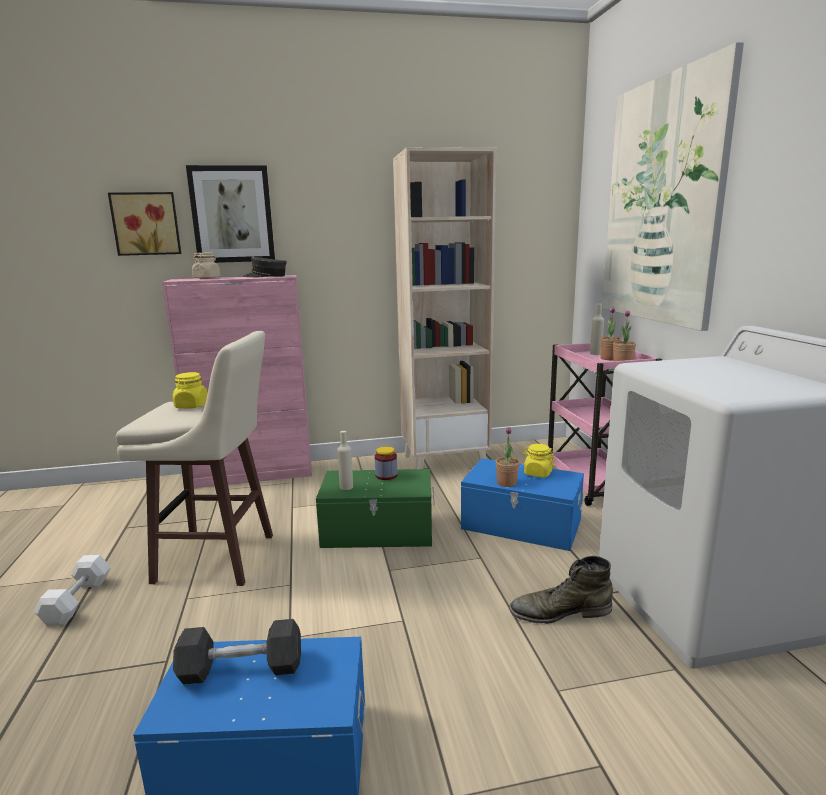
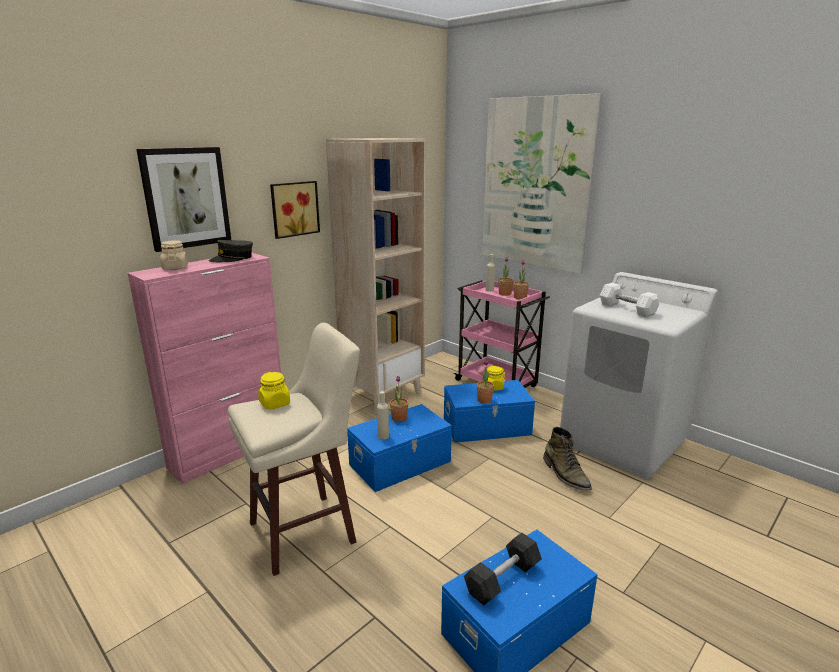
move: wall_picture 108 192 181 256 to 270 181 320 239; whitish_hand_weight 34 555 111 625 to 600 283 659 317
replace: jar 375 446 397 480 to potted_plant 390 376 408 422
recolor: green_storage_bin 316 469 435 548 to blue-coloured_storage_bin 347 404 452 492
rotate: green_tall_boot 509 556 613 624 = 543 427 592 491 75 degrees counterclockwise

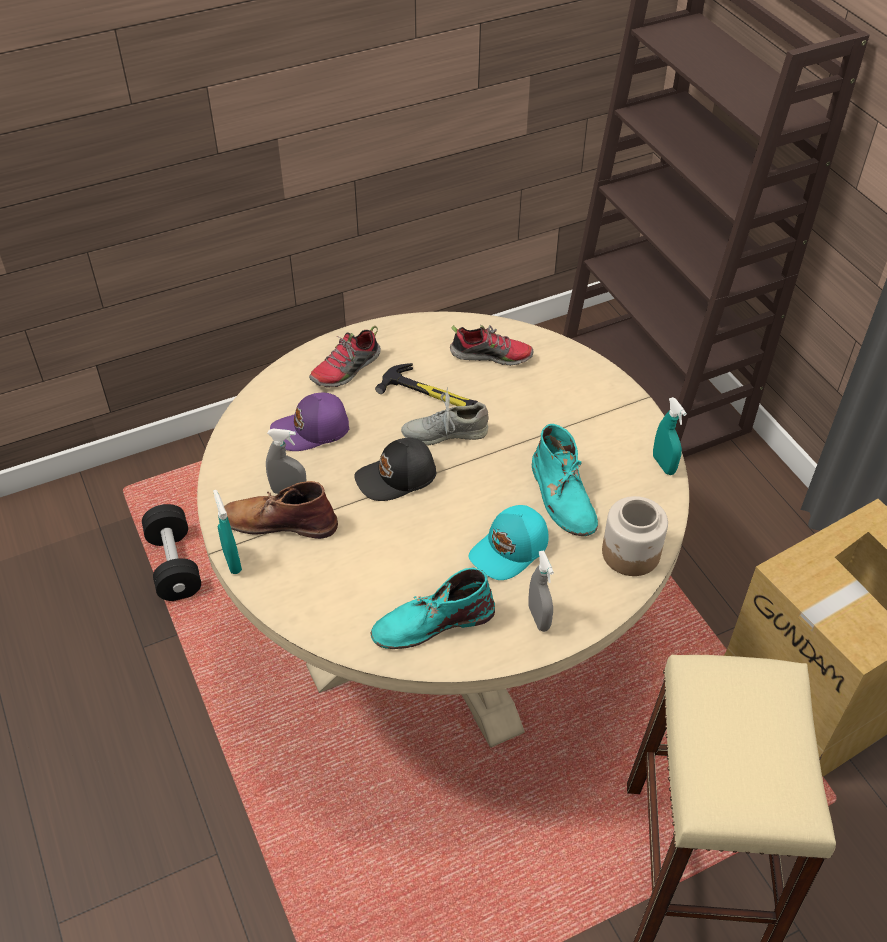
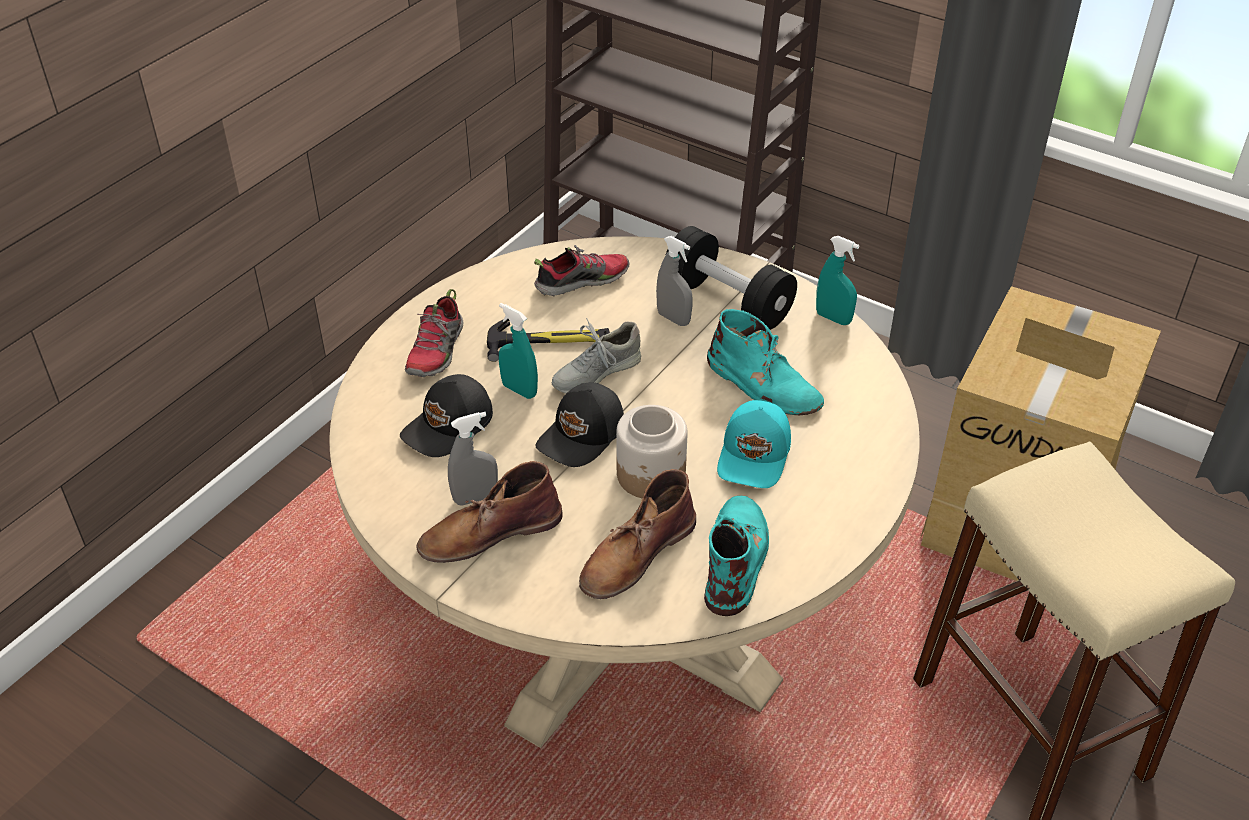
insert: brown-coloured_tall_boot 579 469 696 599
move: turquoise_hand_sprayer 213 490 242 574 to 499 303 538 399; jar 602 496 668 576 to 616 405 687 498; black_hand_weight 142 504 201 601 to 665 226 797 330; grey_hand_sprayer 528 550 554 632 to 656 236 693 326
recolor: purplish_baseball_cap 270 393 349 451 to black_baseball_cap 400 374 493 457
rotate: turquoise_tall_boot 370 568 495 649 = 704 496 769 616 150 degrees clockwise

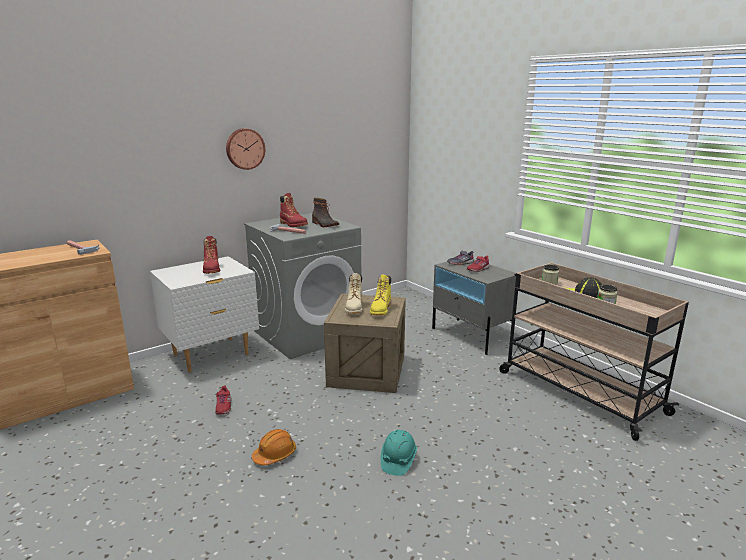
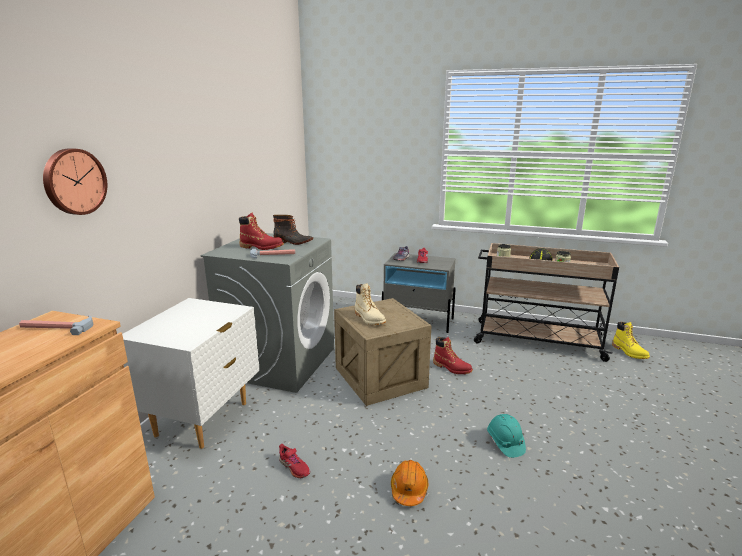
move: hanging_clock 226 128 265 170 to 43 148 107 215; reddish_tall_boot 203 236 220 274 to 433 337 473 374; yellow_tall_boot 370 275 391 315 to 612 322 650 359

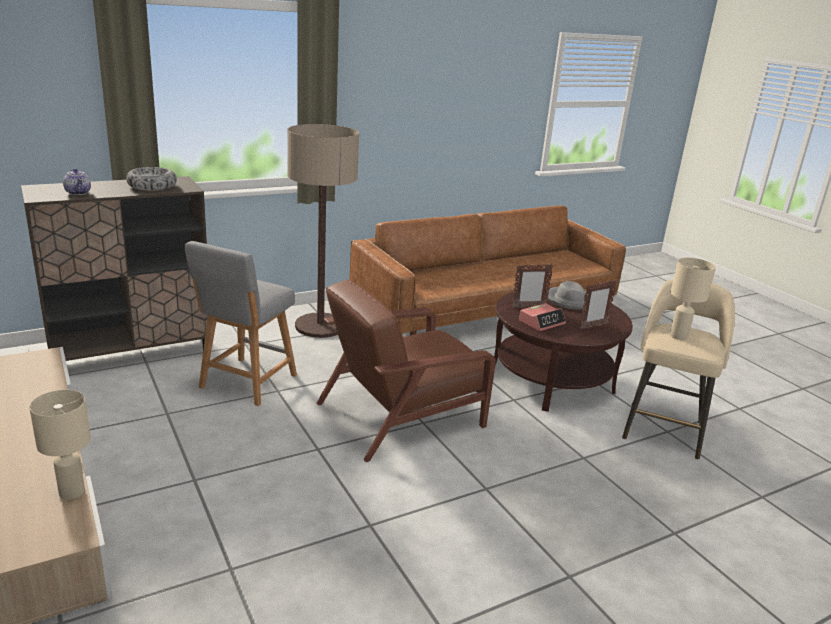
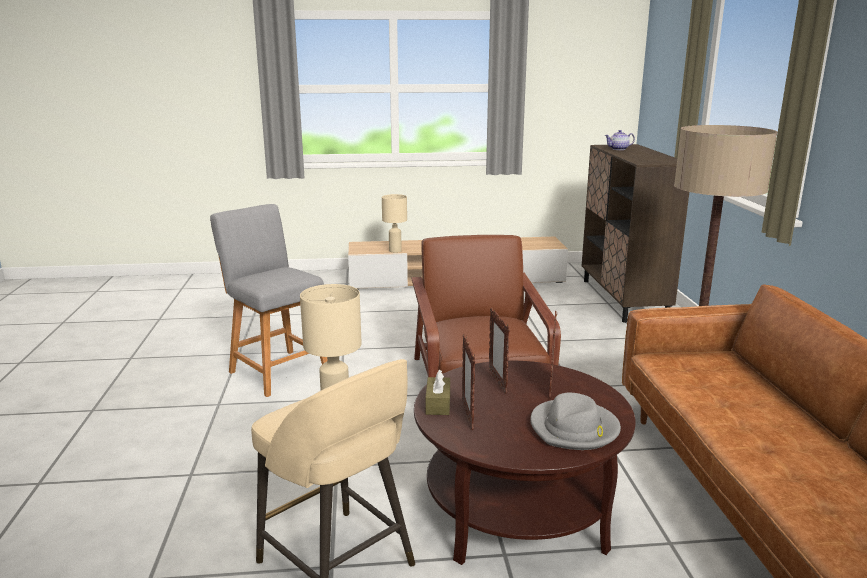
delete: serving_bowl 126 167 177 191
insert: brown-coloured_tissue_box 426 370 450 415
move: grey_sitting_stool 185 241 297 406 to 210 204 327 397
replace: table_clock 519 303 566 331 to photo_frame 489 308 510 394

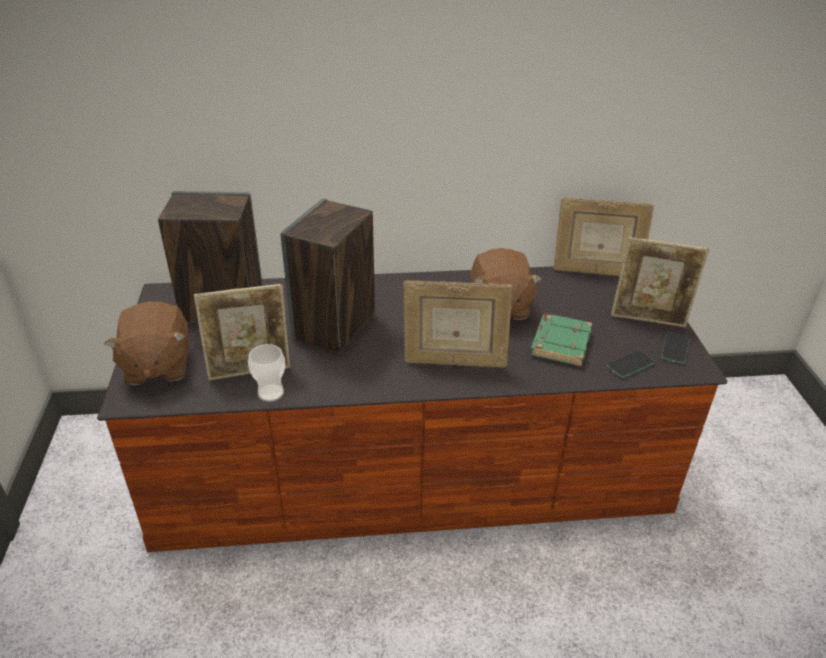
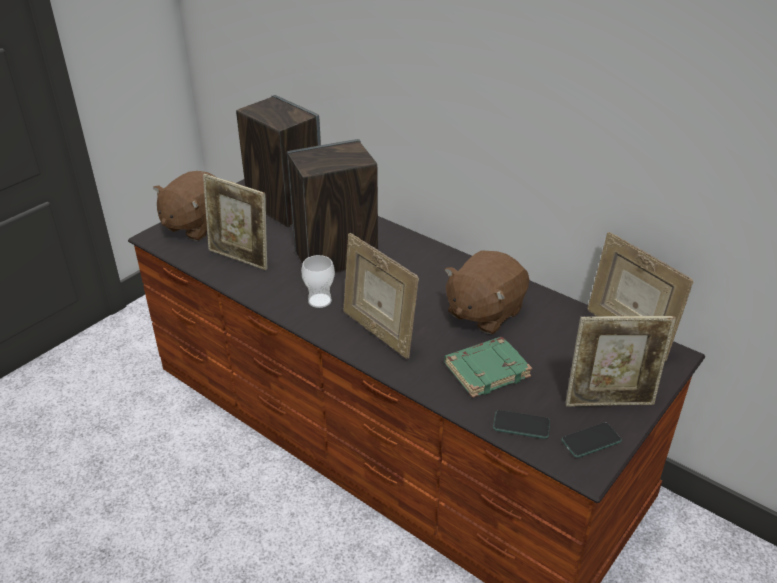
move: small_cup 248 344 285 402 to 301 255 335 308
rotate: photo_frame 611 237 709 327 = 565 315 676 407 60 degrees counterclockwise

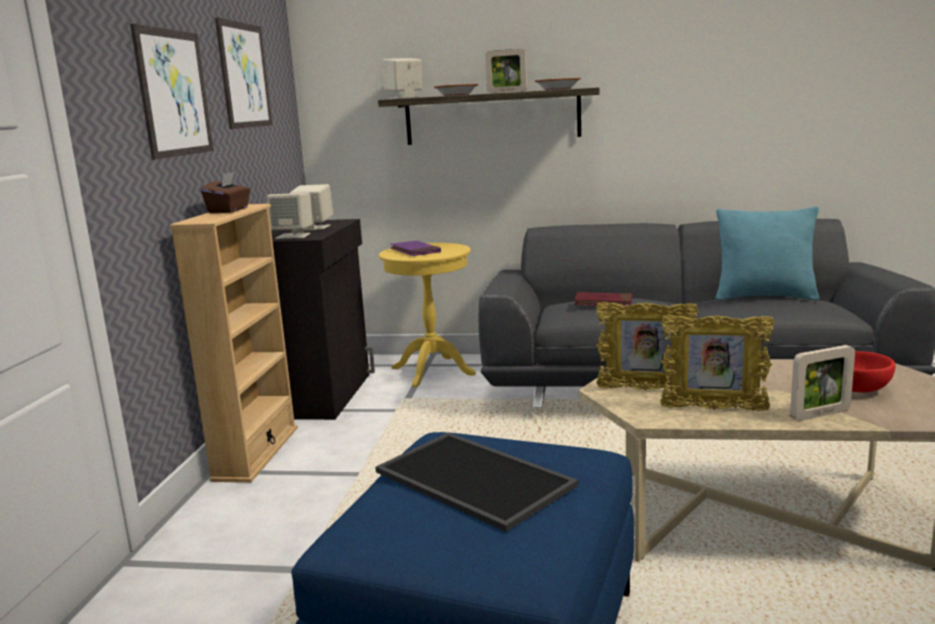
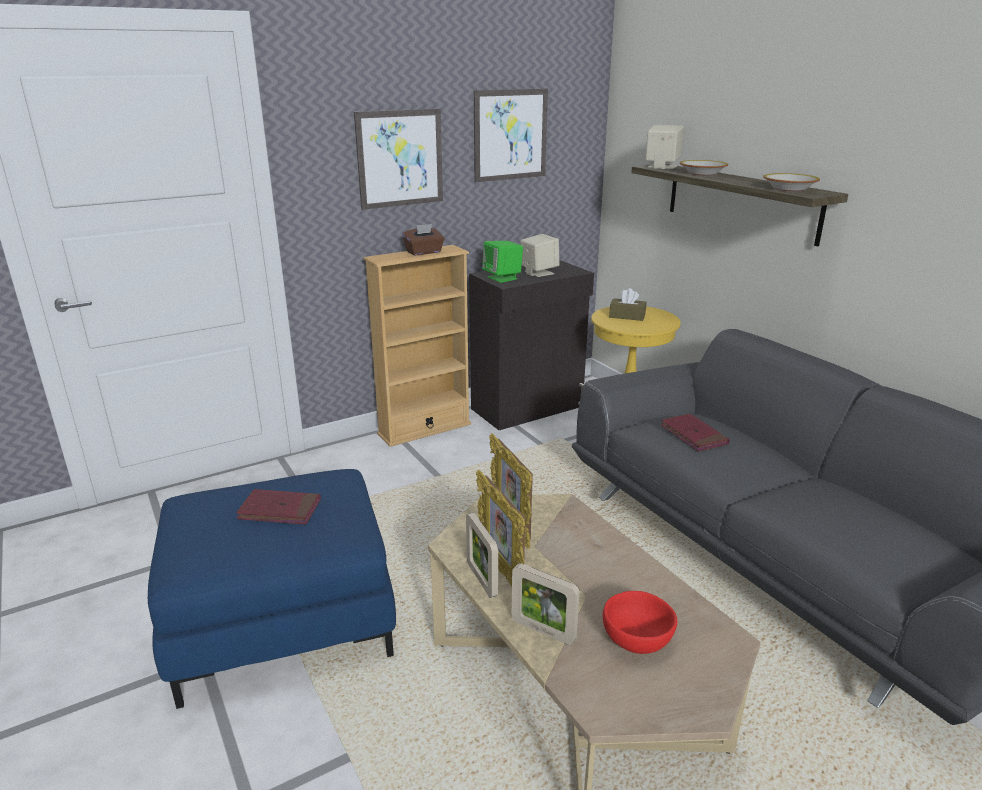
delete: turquoise_throw_pillow 715 207 819 300
move: photo_frame 485 49 527 93 to 466 512 498 598
replace: purplish_volume 390 241 441 256 to brown-coloured_tissue_box 609 288 646 321; carrying_tray 375 433 578 532 to reddish_volume 236 489 321 525
recolor: beige_speaker 267 193 313 239 to green_speaker 482 241 523 283

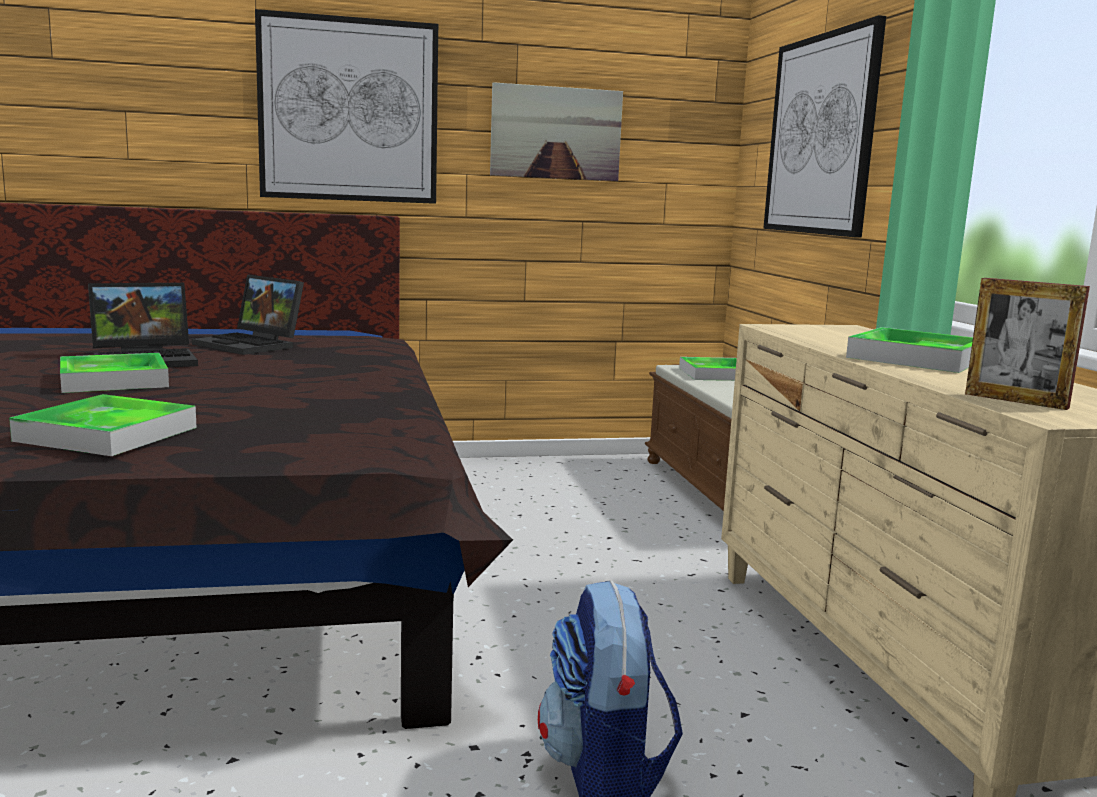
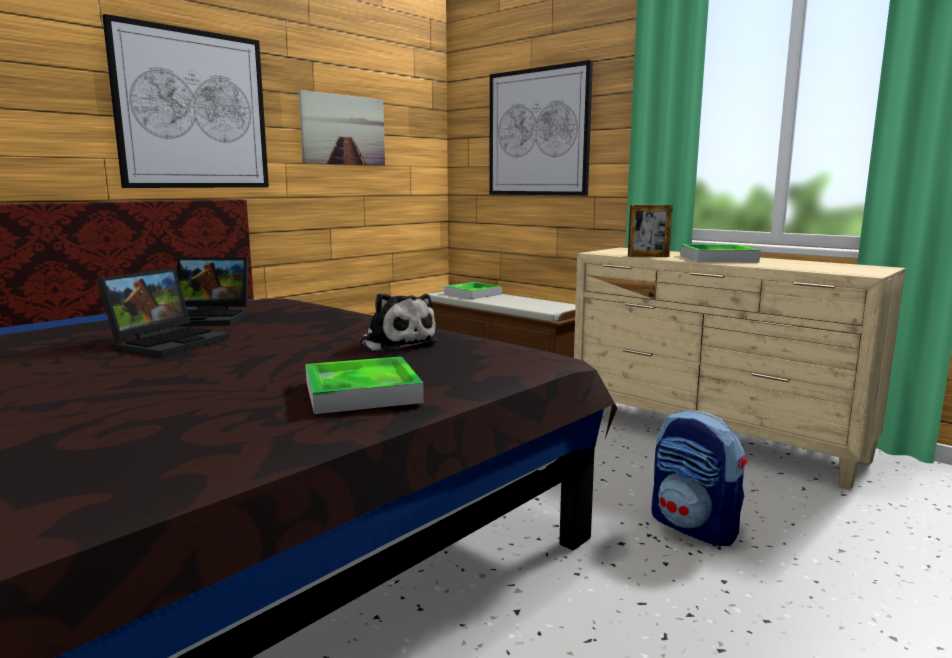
delete: carrying_tray 60 353 169 393
insert: cuddly_toy 360 293 438 352
move: photo_frame 965 278 1090 410 to 628 205 673 257

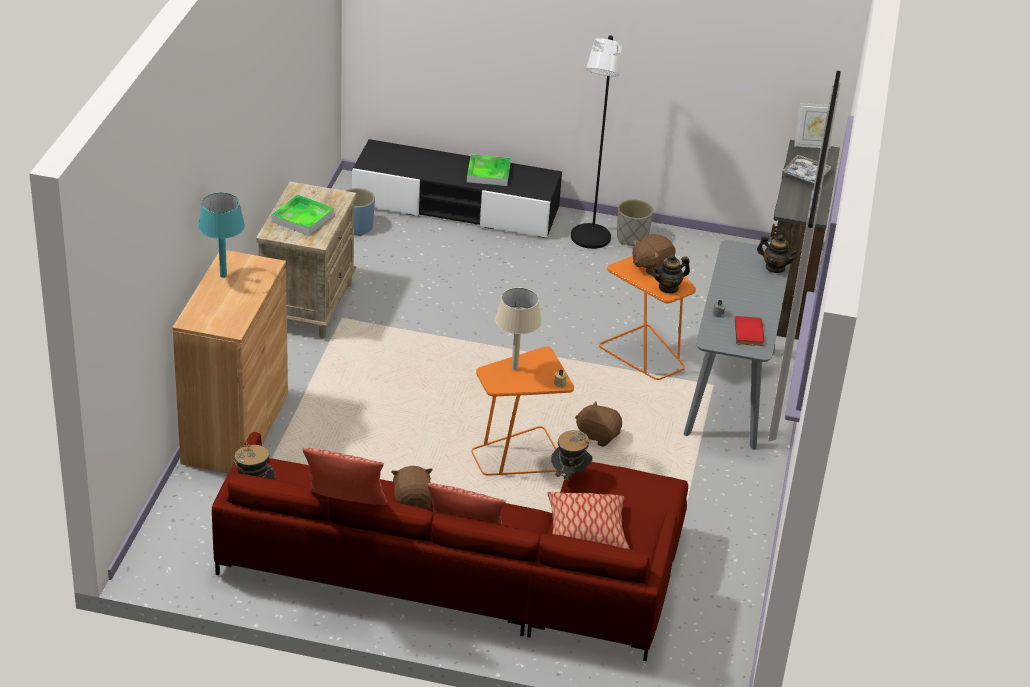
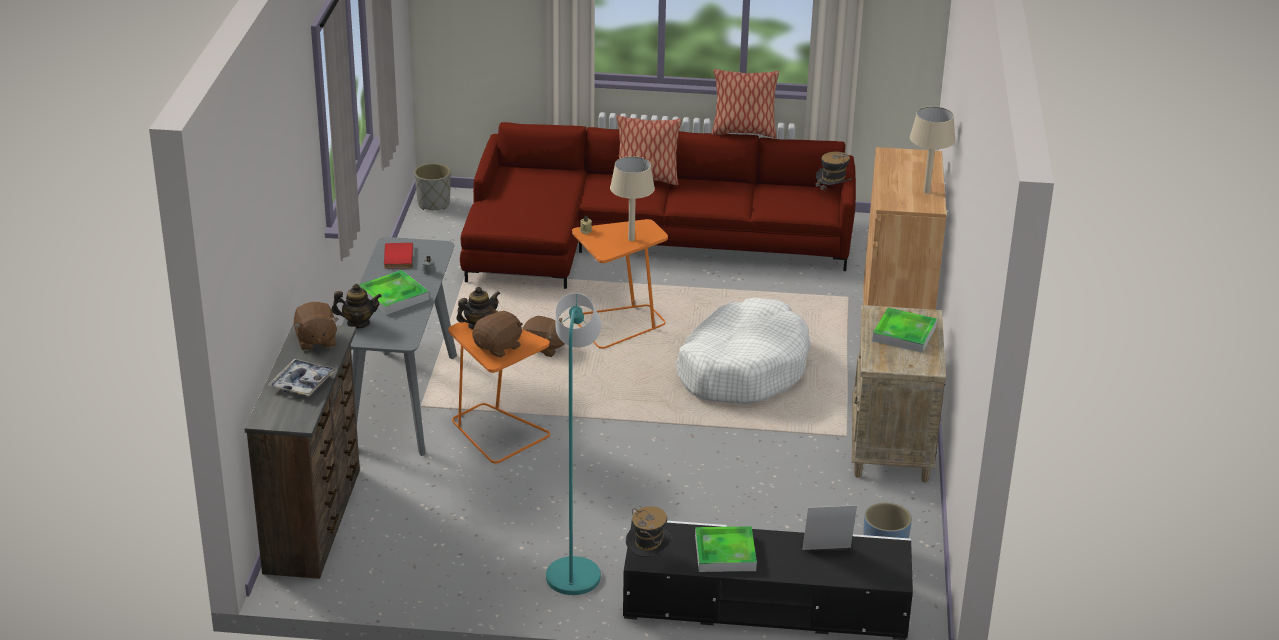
delete: throw_pillow 548 492 630 549
insert: carrying_tray 359 270 429 315; whitish_dog_cushion 676 297 811 404
move: photo_frame 794 103 837 149 to 803 505 857 550; grey_plant_pot 617 199 653 246 to 414 163 451 210; hat 551 430 593 480 to 626 506 672 557; brown-coloured_cuddly_toy 391 466 433 509 to 294 302 339 351
recolor: black_standard_lamp 571 35 622 249 to turquoise_standard_lamp 546 293 601 595; turquoise_lamp_for_a_table 198 192 245 278 to beige_lamp_for_a_table 910 106 956 193
rotate: teapot 757 235 799 273 = 331 284 382 329 150 degrees clockwise

